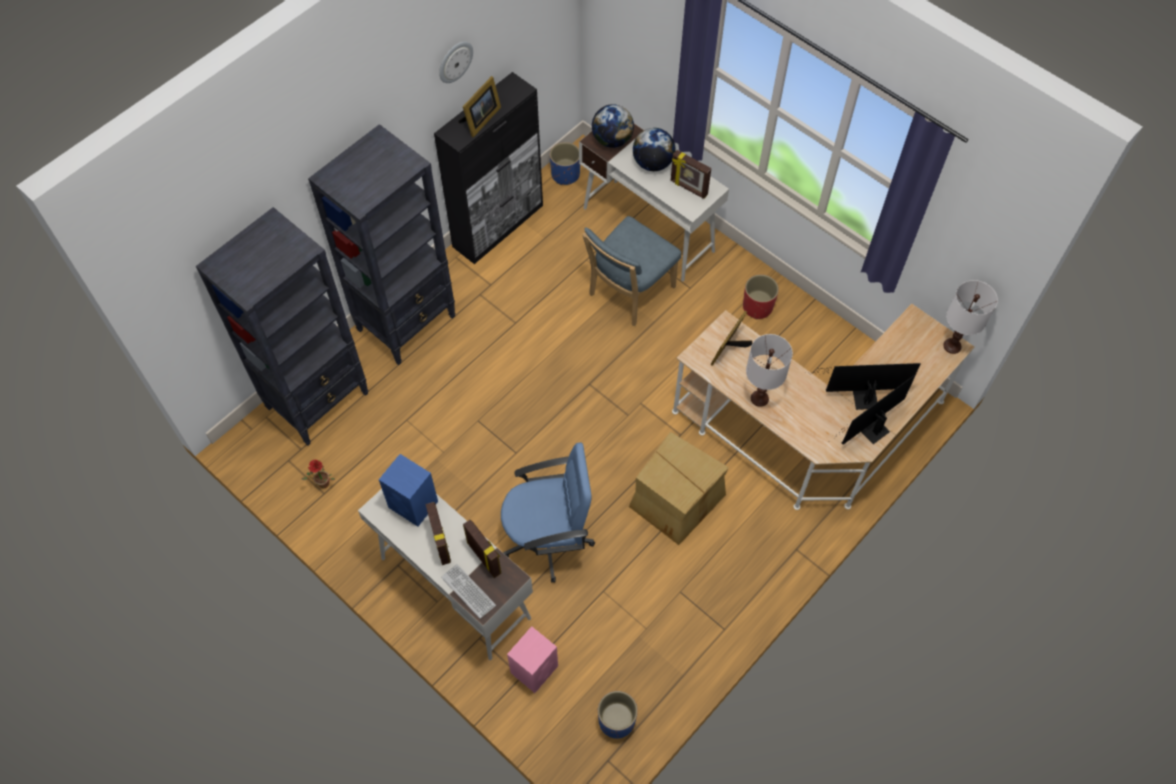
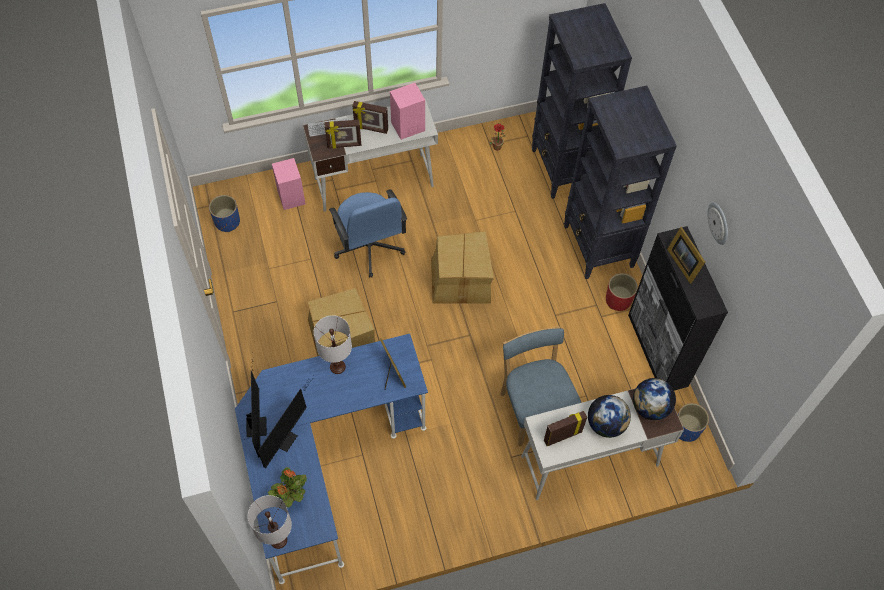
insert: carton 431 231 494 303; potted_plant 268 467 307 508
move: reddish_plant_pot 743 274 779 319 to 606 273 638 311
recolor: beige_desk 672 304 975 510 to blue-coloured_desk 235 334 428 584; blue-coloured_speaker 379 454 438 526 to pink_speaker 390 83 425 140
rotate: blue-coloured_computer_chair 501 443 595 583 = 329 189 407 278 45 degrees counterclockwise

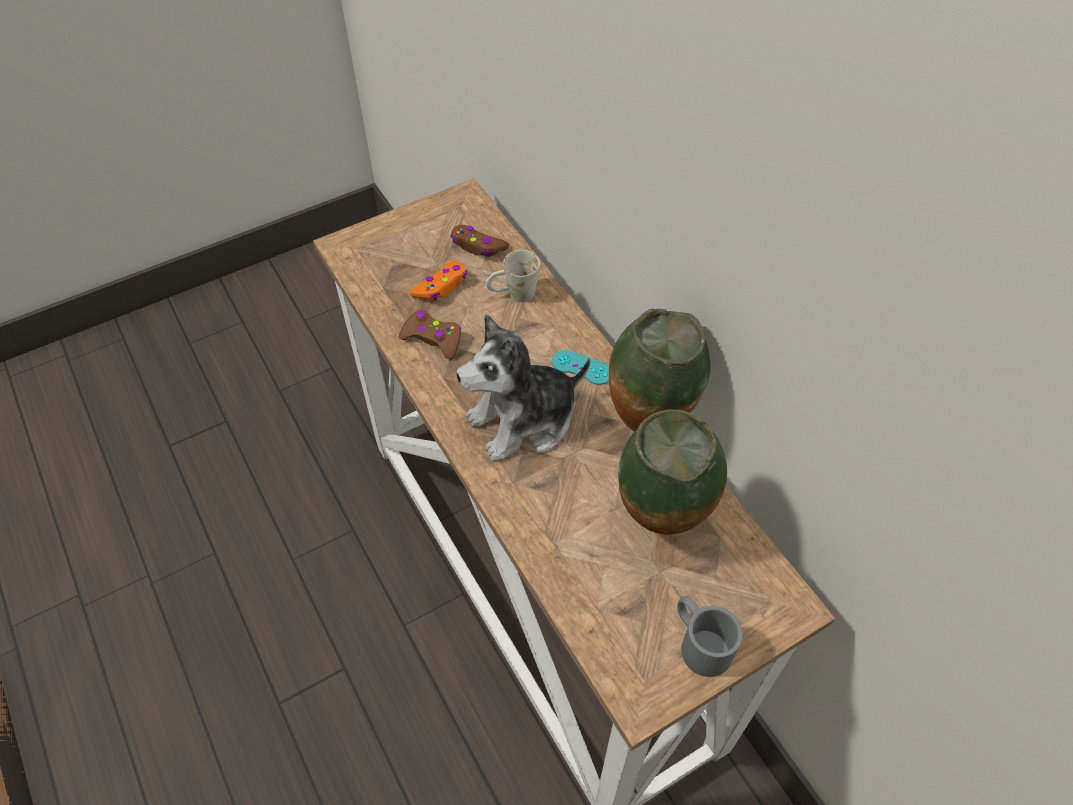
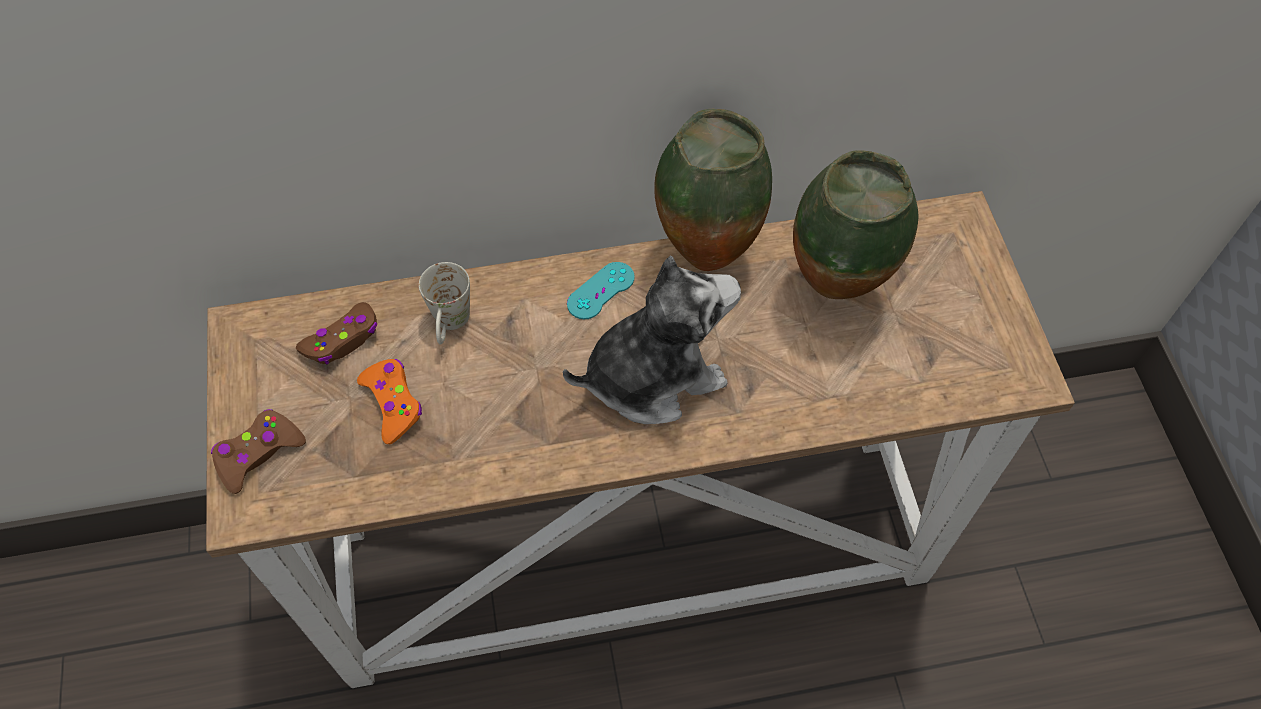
delete: grey_tea_mug 677 596 743 677
move: brown-coloured_gamepad 399 309 461 360 to 211 409 306 494
rotate: cuddly_toy 456 314 590 462 = 563 256 741 424 105 degrees counterclockwise

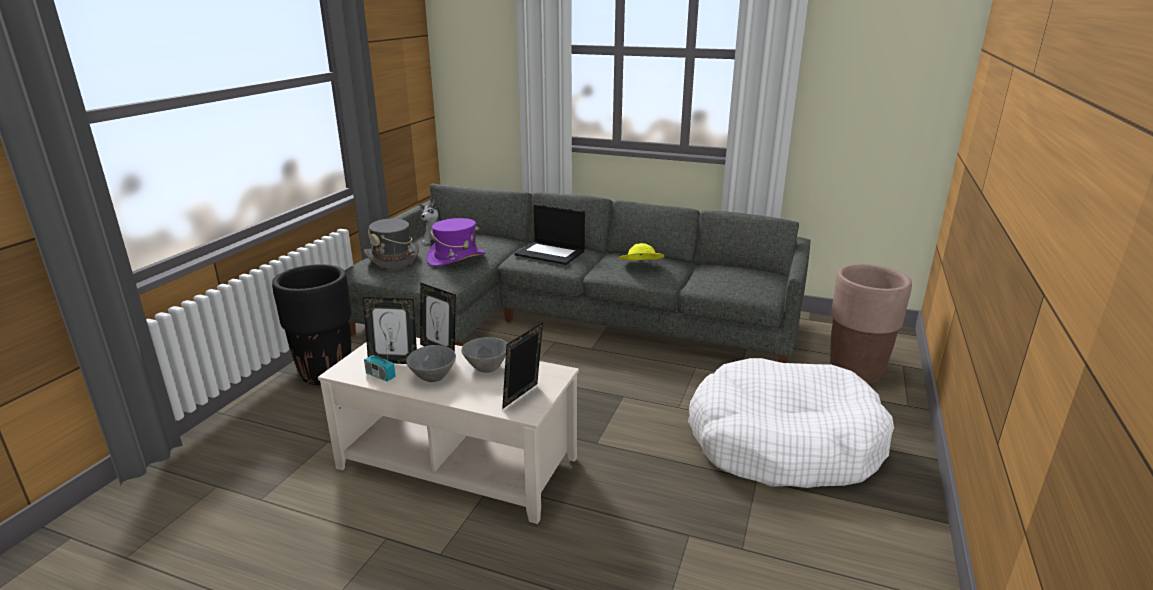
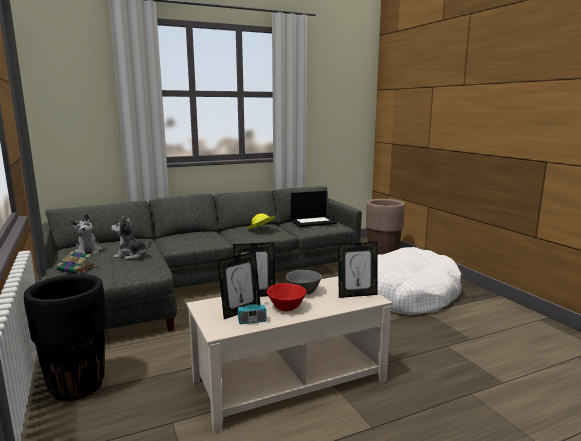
move: laptop 514 204 585 265 to 291 191 337 227
replace: purplish_hat 427 218 486 267 to cuddly_toy 111 216 151 259; grey_hat 364 219 419 270 to volume 57 251 95 274
recolor: grey_serving_bowl 406 345 456 382 to reddish_serving_bowl 267 283 306 311
rotate: photo_frame 502 322 543 409 = 338 242 377 298 90 degrees counterclockwise

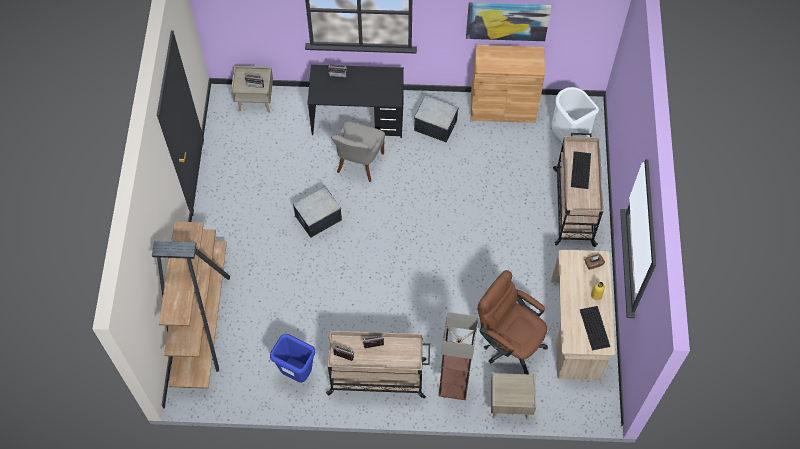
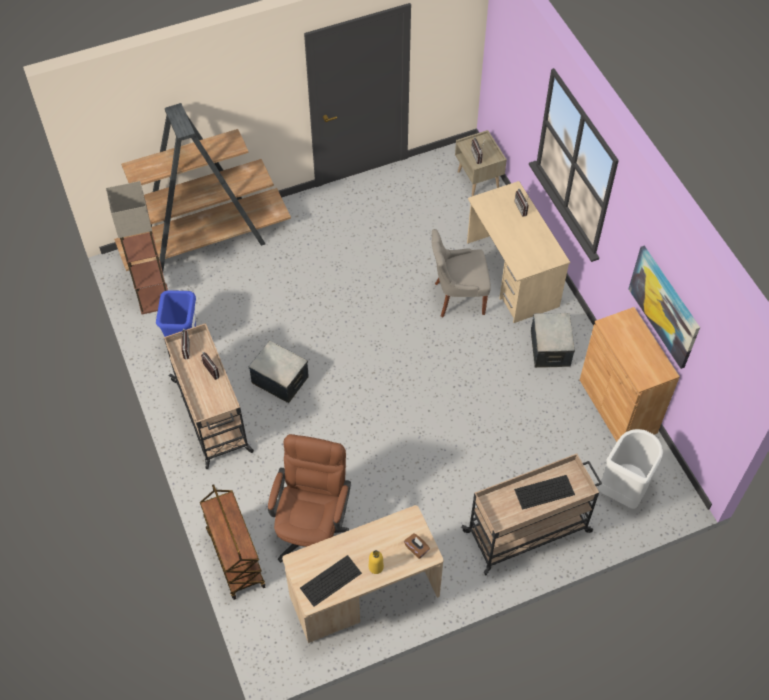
move: storage_bin 293 186 342 238 to 249 341 309 403; standard_lamp 438 312 479 400 to 106 181 168 314
replace: beige_bedside_table 491 372 536 420 to brown-coloured_cart 200 484 265 600
recolor: black_desk 307 65 404 138 to beige_desk 467 181 570 323

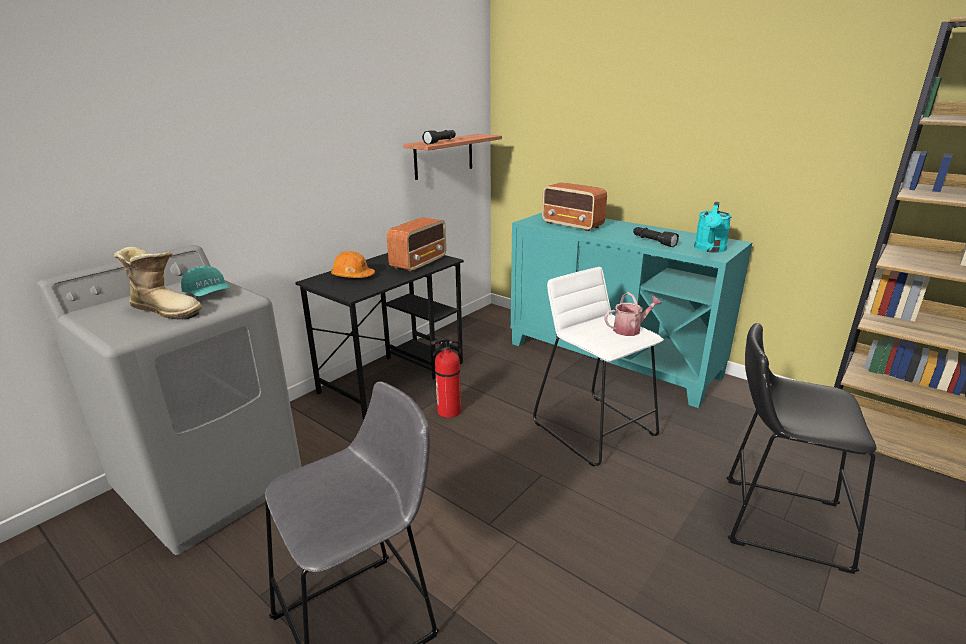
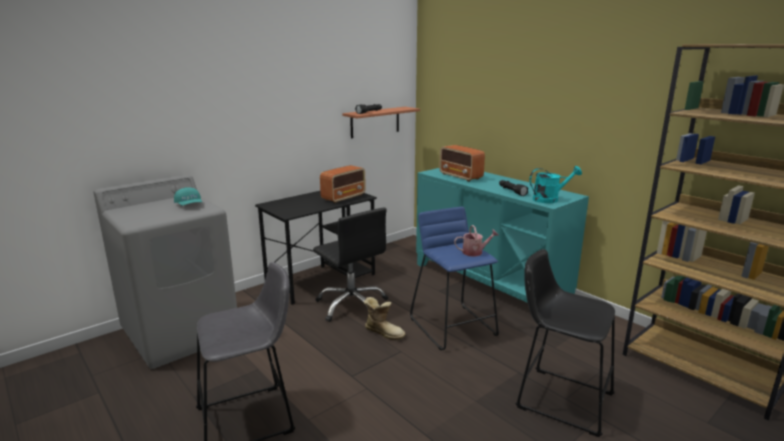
delete: orangey_hard_hat 331 251 375 278
move: tall_boot 114 247 202 319 to 364 297 405 340
replace: fire_extinguisher 431 338 461 418 to black_computer_chair 313 207 388 322
recolor: whitish_sitting_stool 533 267 664 467 to blue-coloured_sitting_stool 410 207 499 350
rotate: turquoise_watering_pot 694 202 732 252 = 529 166 582 203 135 degrees counterclockwise

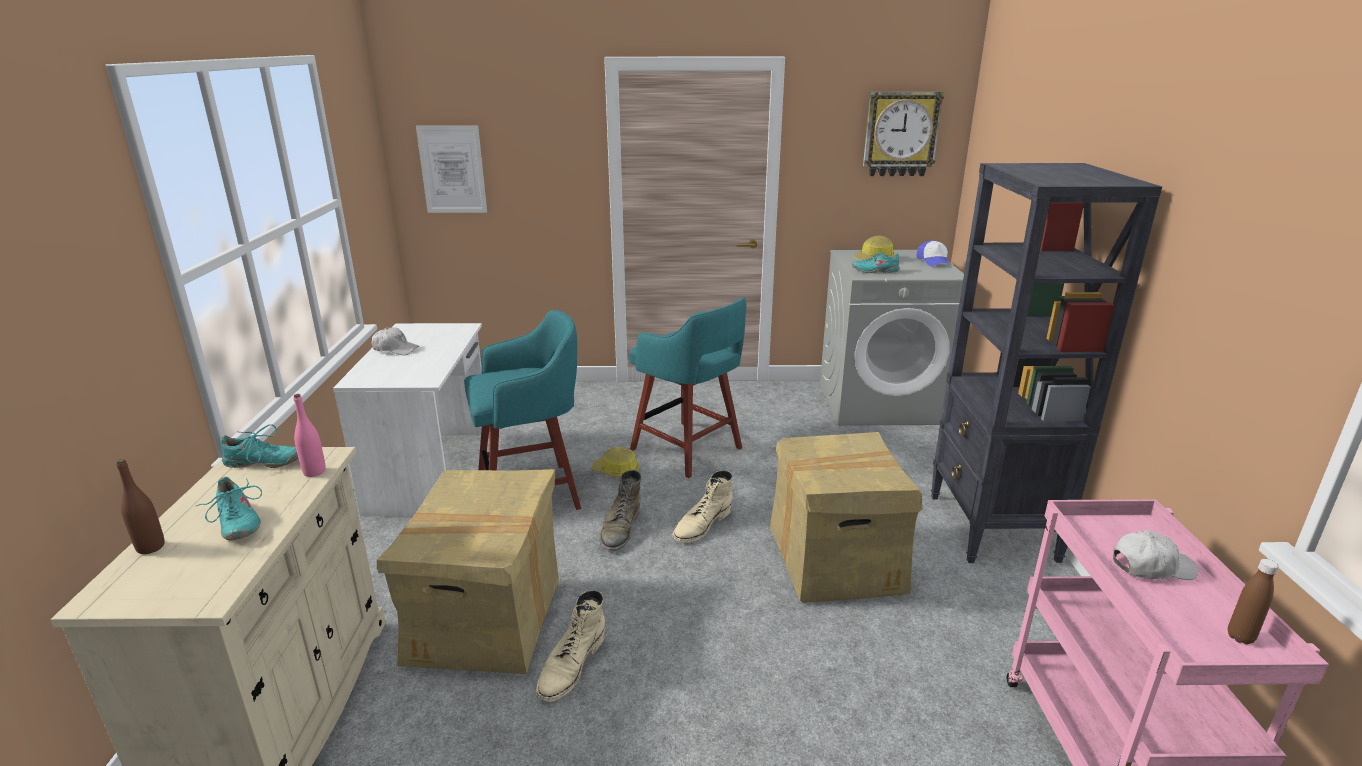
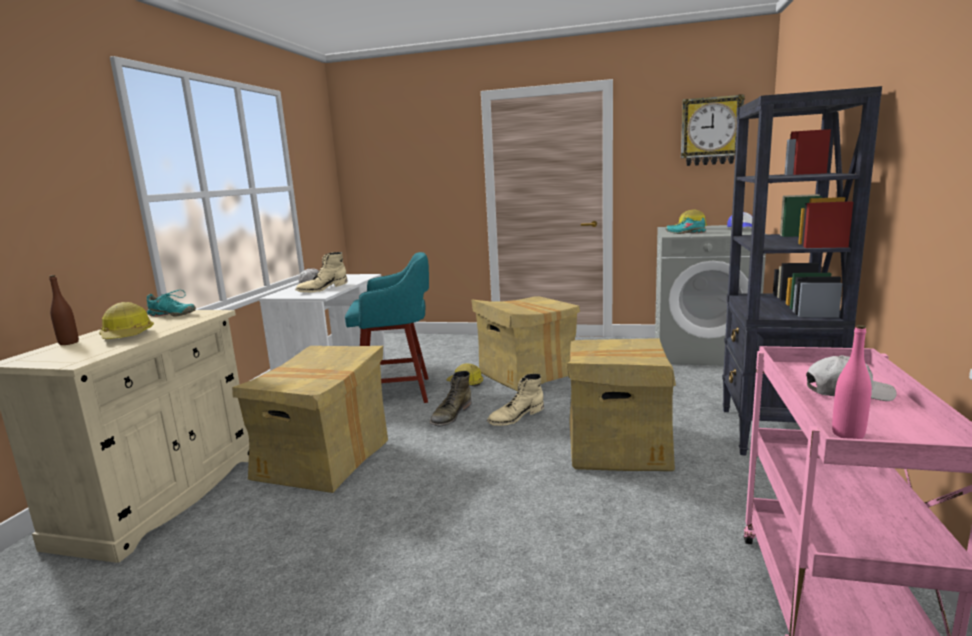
delete: wall_picture 416 126 487 213; brown-coloured_drink_bottle 1228 559 1279 644
move: pink_drink_bottle 294 394 326 477 to 832 325 872 439; beige_tall_boot 536 590 605 702 to 295 252 348 292
replace: turquoise_sitting_stool 629 298 746 478 to carton 471 296 580 391; turquoise_shoe 196 477 262 540 to hard_hat 99 302 154 339

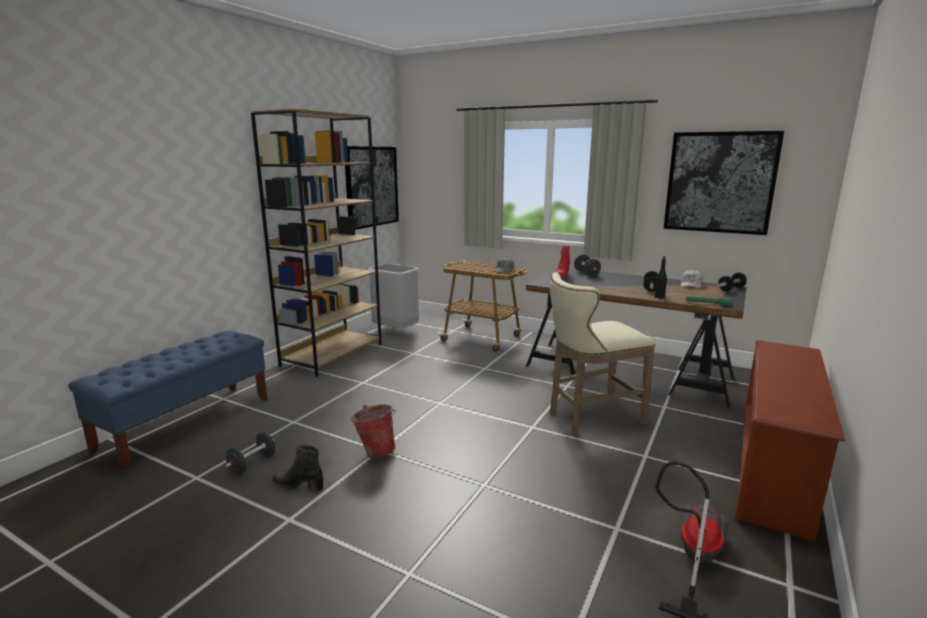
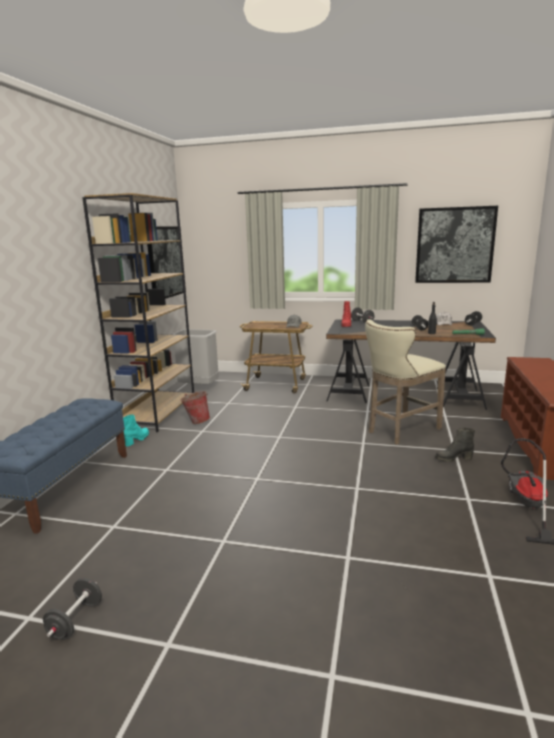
insert: turquoise_tall_boot 123 414 149 447
move: water_bucket 351 404 396 458 to 180 391 210 424; black_hand_weight 225 432 275 474 to 43 578 102 640; black_tall_boot 272 445 323 492 to 435 428 475 462

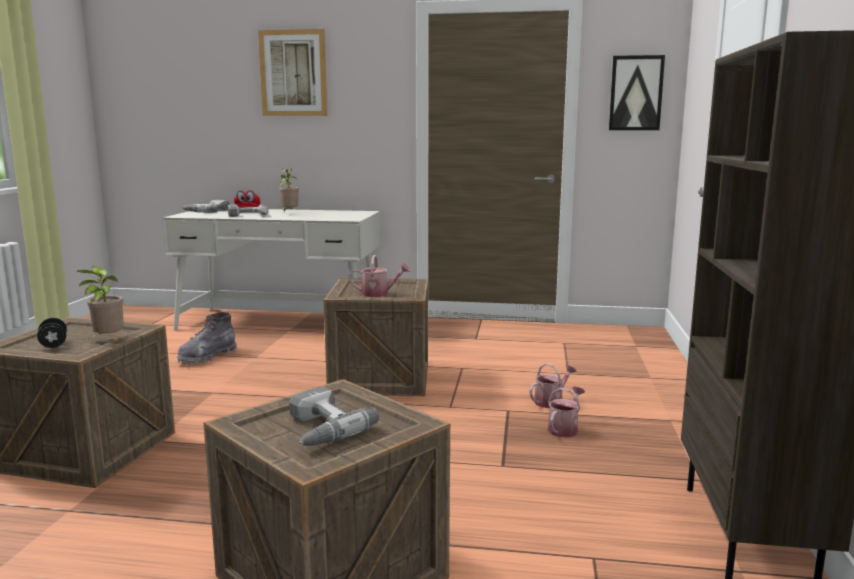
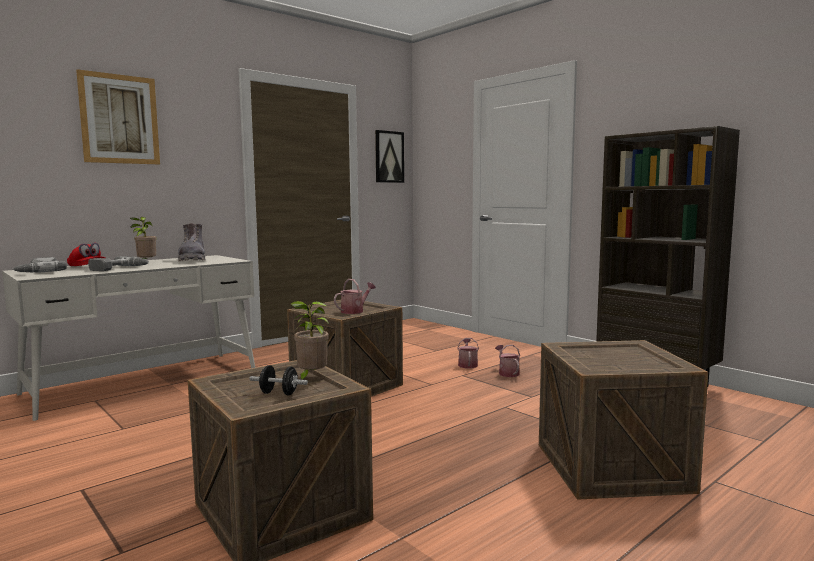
delete: power_drill 289 387 379 446
move: grey_tall_boot 177 312 237 365 to 178 223 206 261

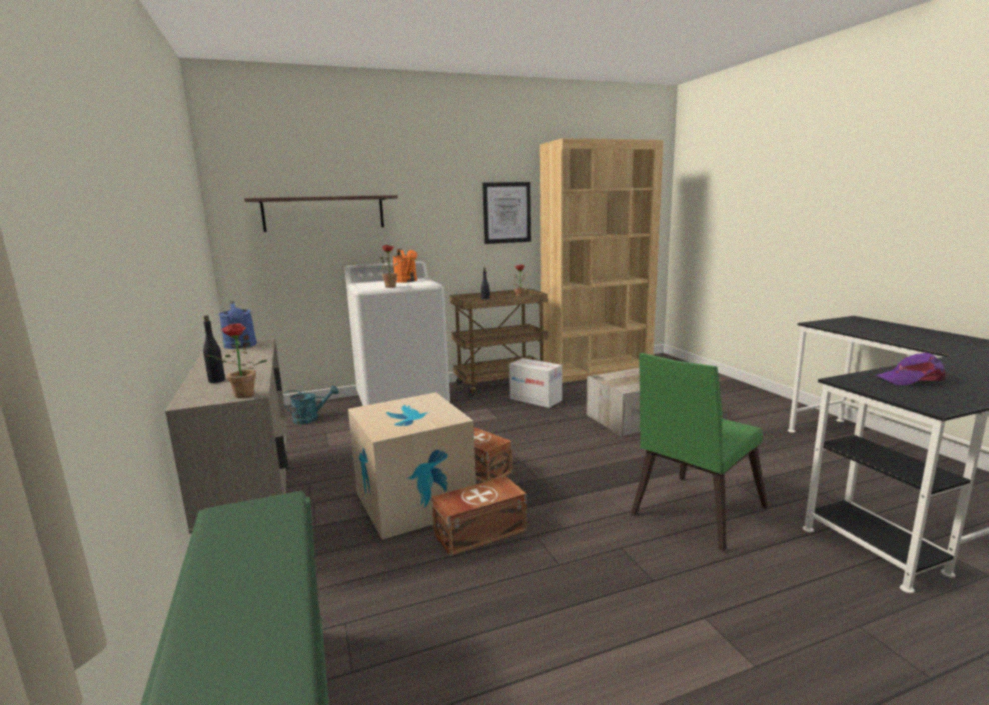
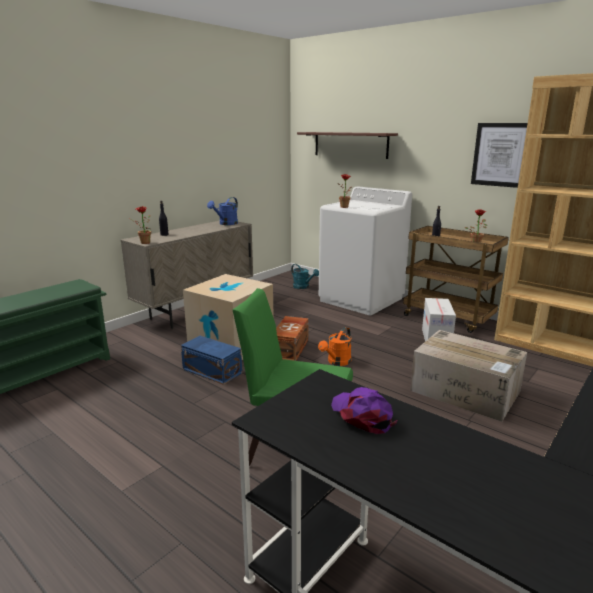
move: orangey_watering_pot 393 249 417 283 to 318 327 352 366
recolor: brown-coloured_storage_bin 432 476 527 556 to blue-coloured_storage_bin 181 336 242 385

